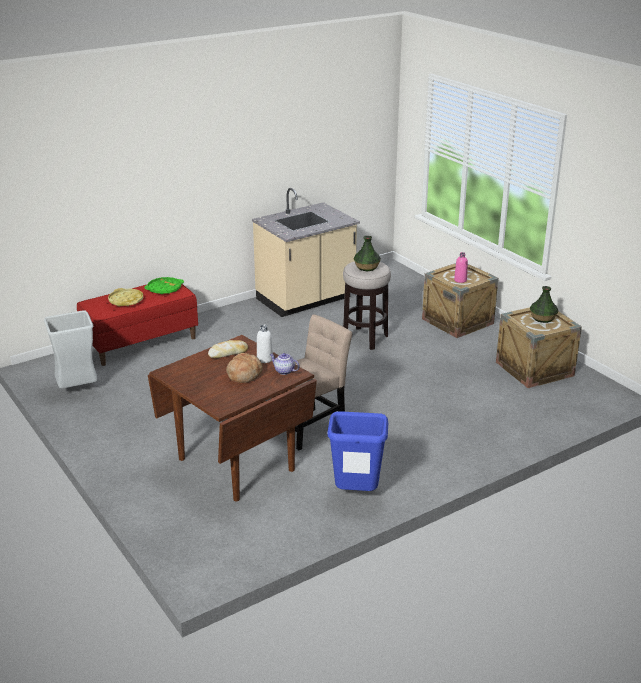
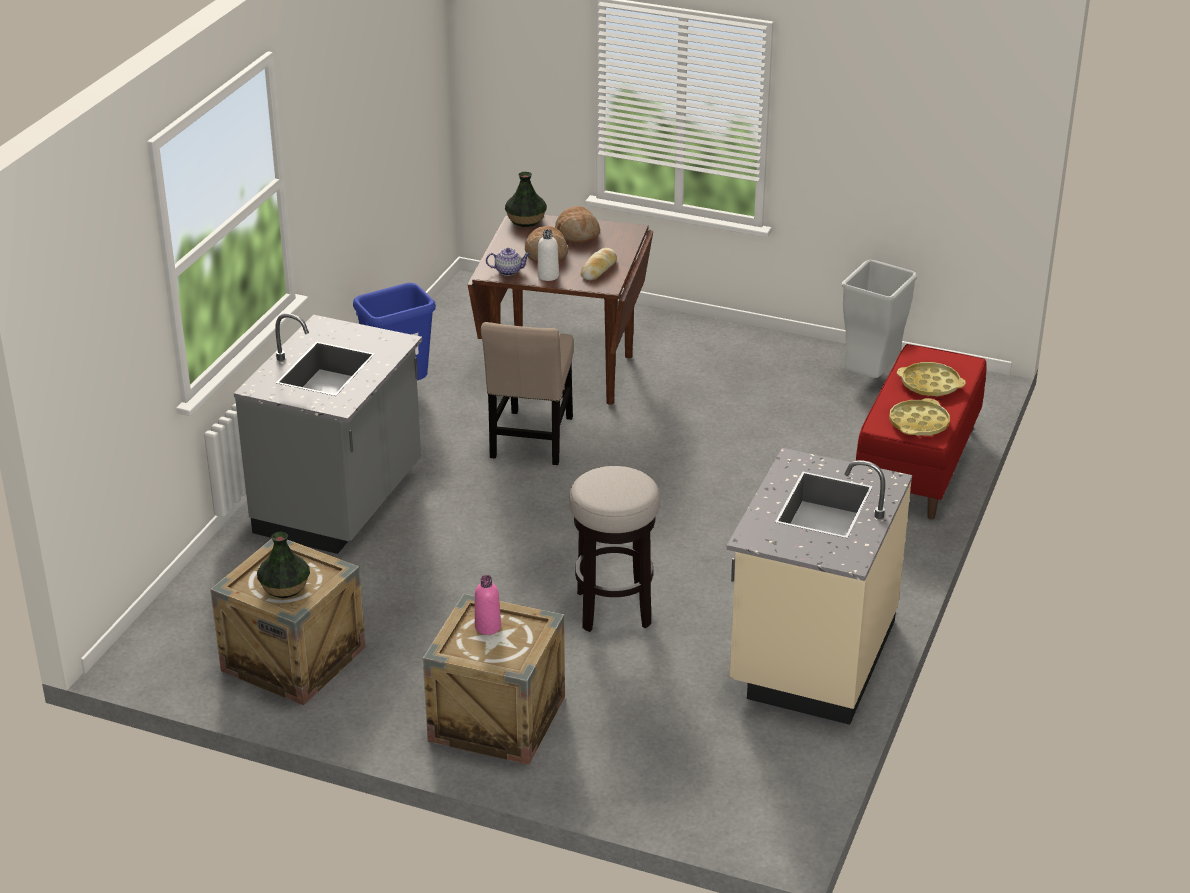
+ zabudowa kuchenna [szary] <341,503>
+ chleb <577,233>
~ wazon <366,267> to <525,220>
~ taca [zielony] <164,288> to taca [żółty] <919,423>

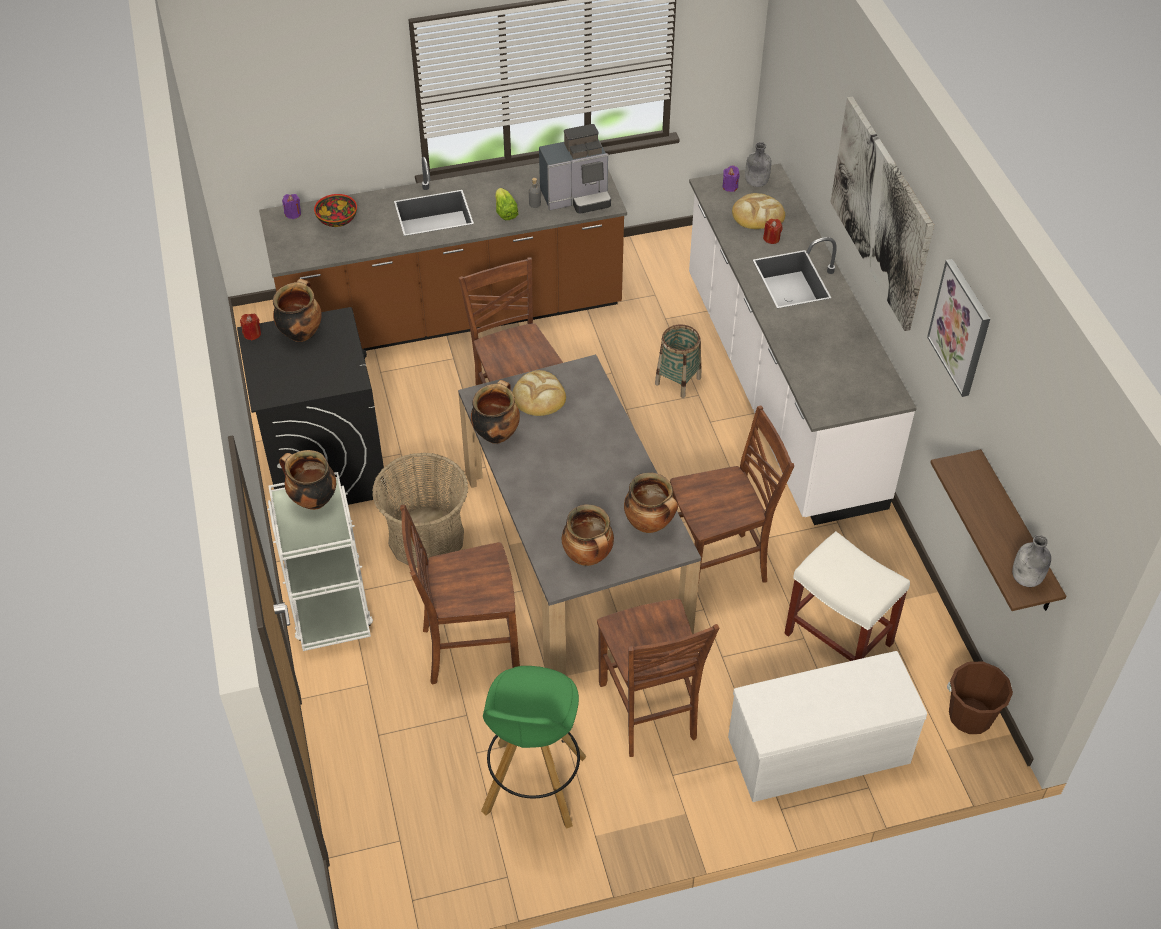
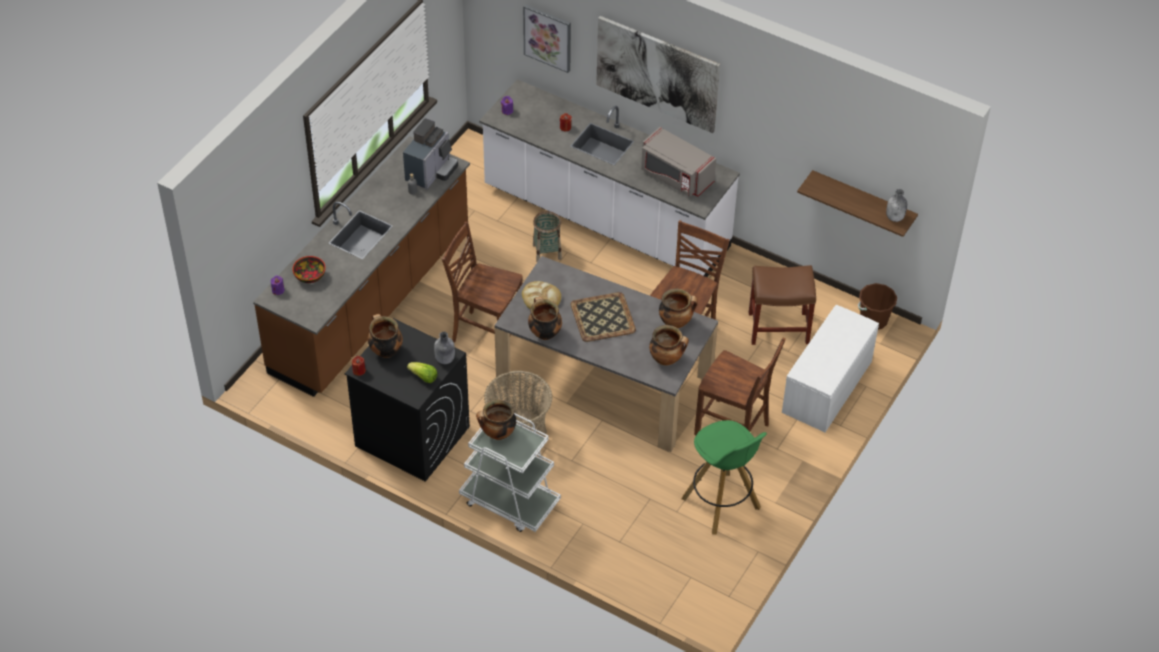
- krzesło [brązowy] <468,649>
- chleb <757,214>
+ taca <602,317>
+ mikrofalówka [szary] <675,176>
~ sałata <505,212> to <423,377>
~ butelka [szary] <756,183> to <445,359>
~ obraz <960,327> to <548,37>
~ stołek [biały] <837,638> to stołek [brązowy] <777,328>

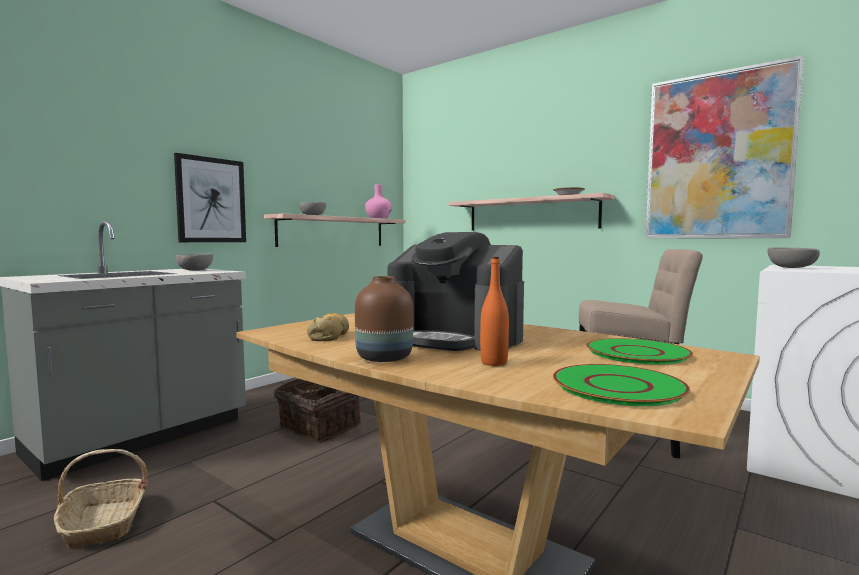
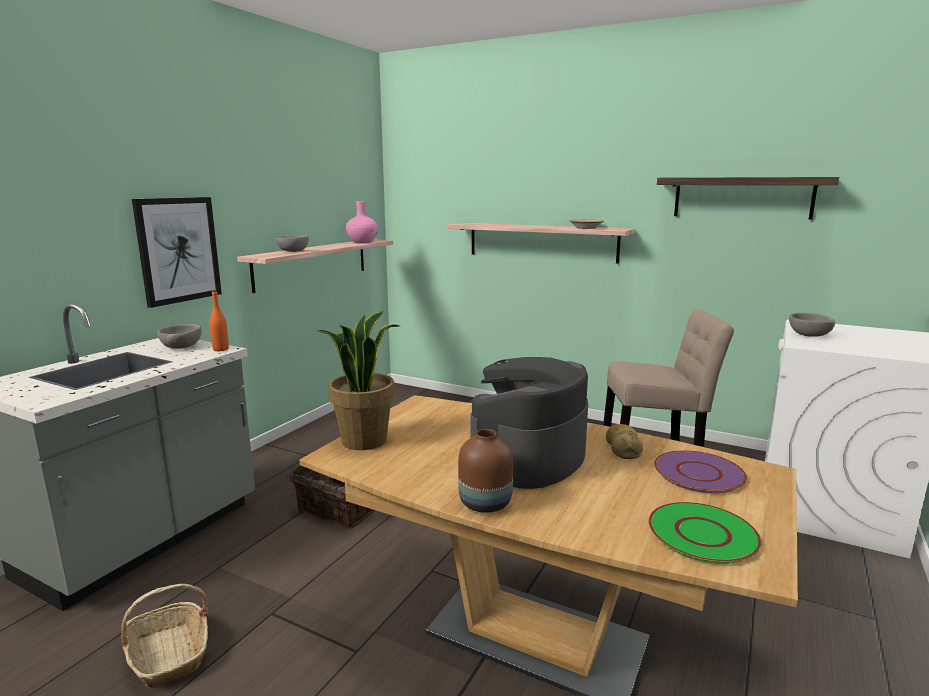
+ roślina doniczkowa <364,440>
~ chleb <329,336> to <623,448>
~ butelka [pomarańczowy] <494,363> to <221,349>
~ obraz <717,156> to półka <742,197>
~ talerz [zielony] <637,353> to talerz [fioletowy] <699,473>
~ ekspres do kawy <455,338> = <529,457> 105 degrees clockwise

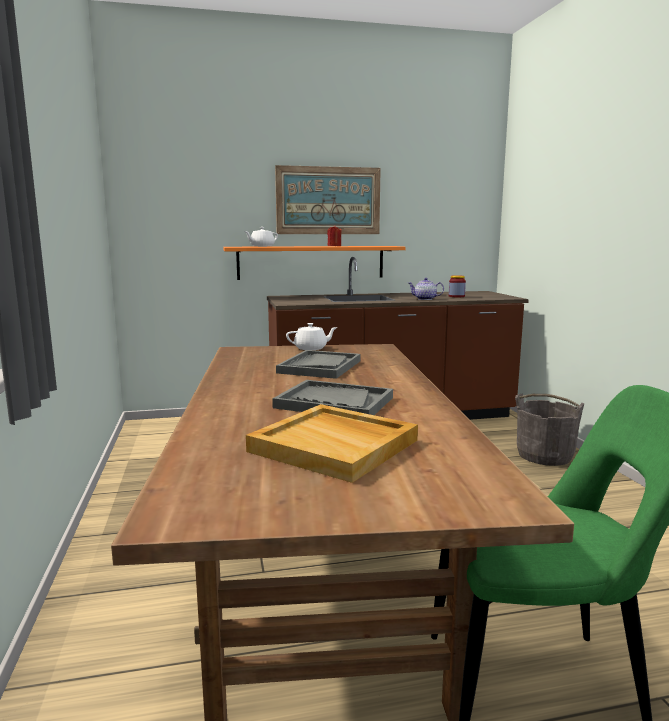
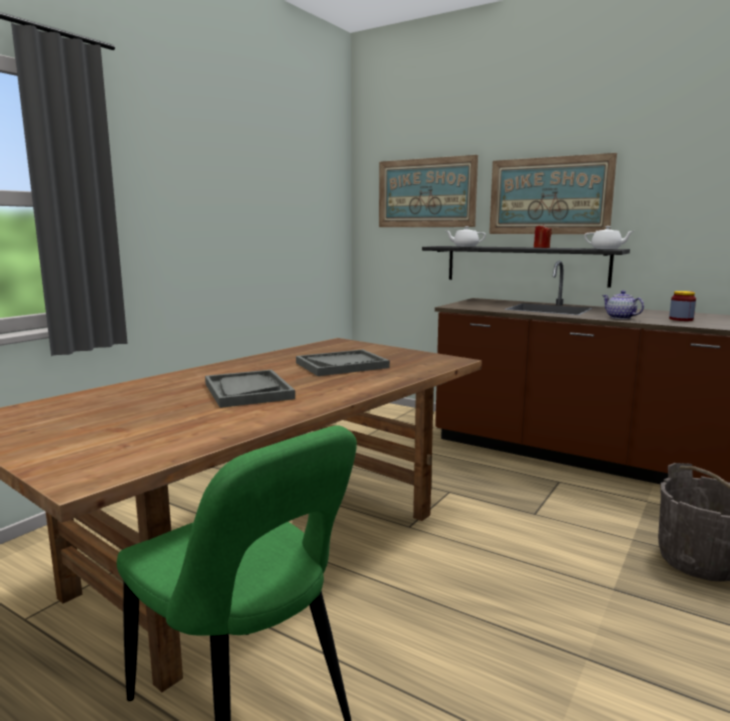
- taca [beżowy] <335,446>
+ obraz <426,193>
~ imbryk [biały] <311,348> to <606,249>
~ półka [pomarańczowy] <311,262> to półka [czarny] <525,265>

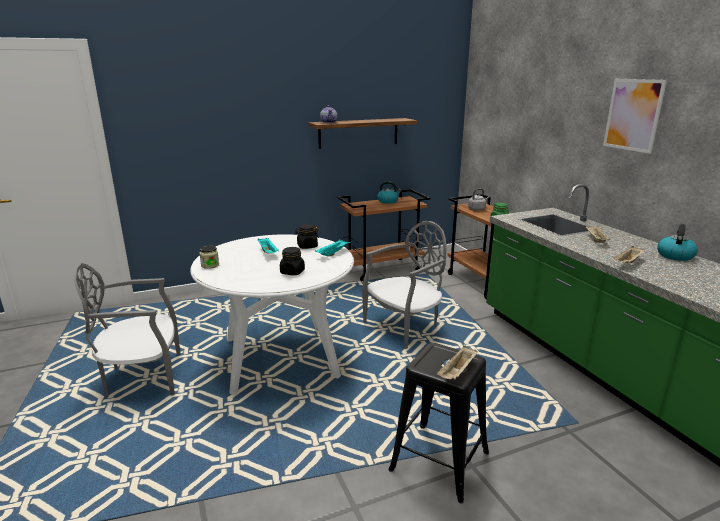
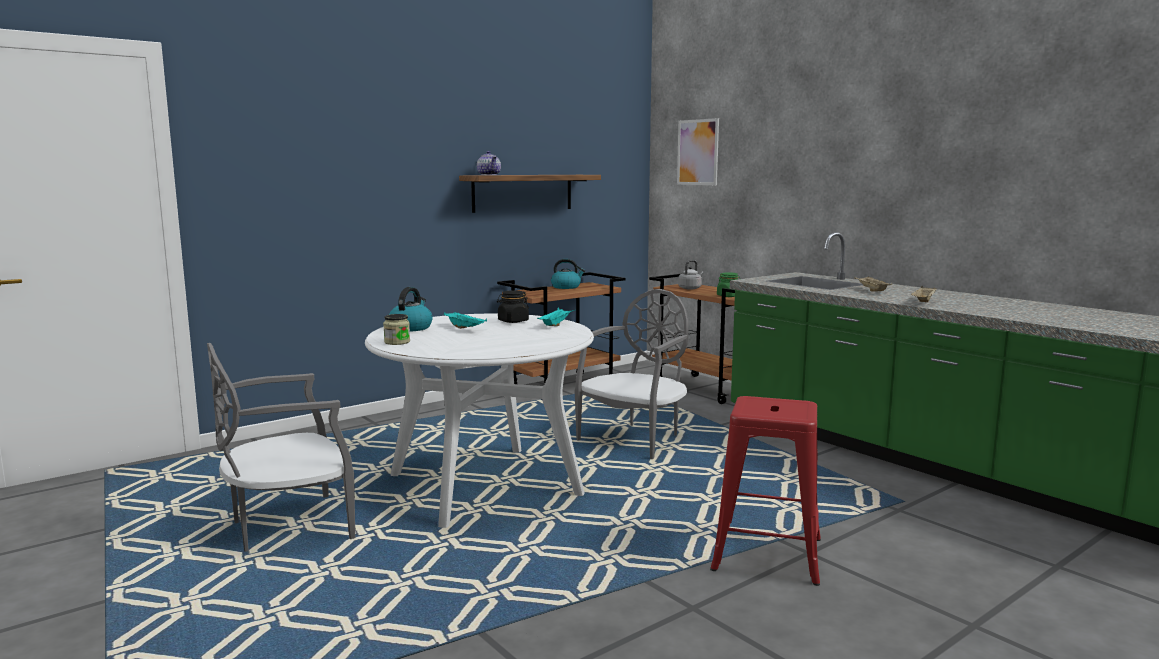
- słoik [czarny] <292,272>
- taca [beżowy] <457,372>
~ obraz <633,115> to <697,152>
~ czajnik <675,255> to <411,328>
~ stołek [czarny] <439,461> to stołek [czerwony] <767,554>

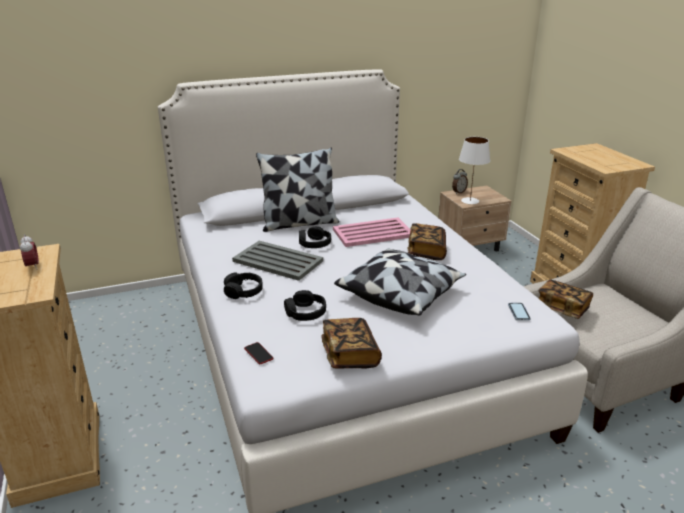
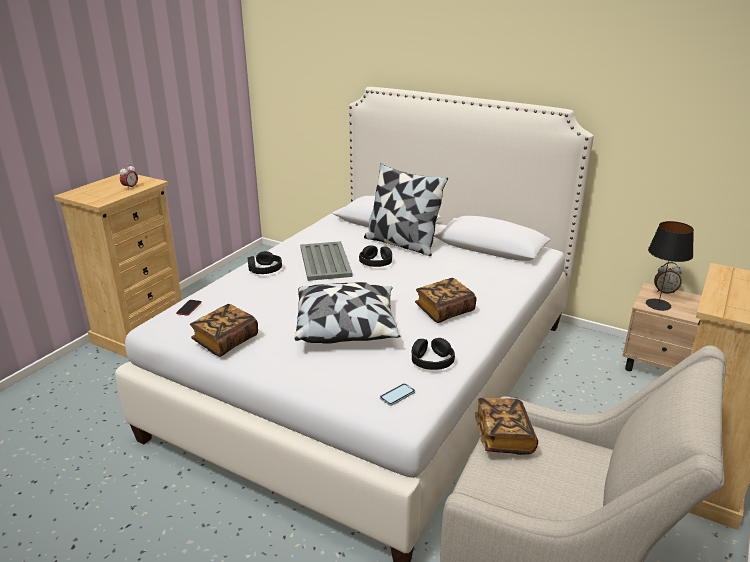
- taca [różowy] <373,233>
~ słuchawki [czarny] <305,313> to <432,361>
~ lampa stołowa [biały] <469,201> to lampa stołowa [czarny] <657,304>

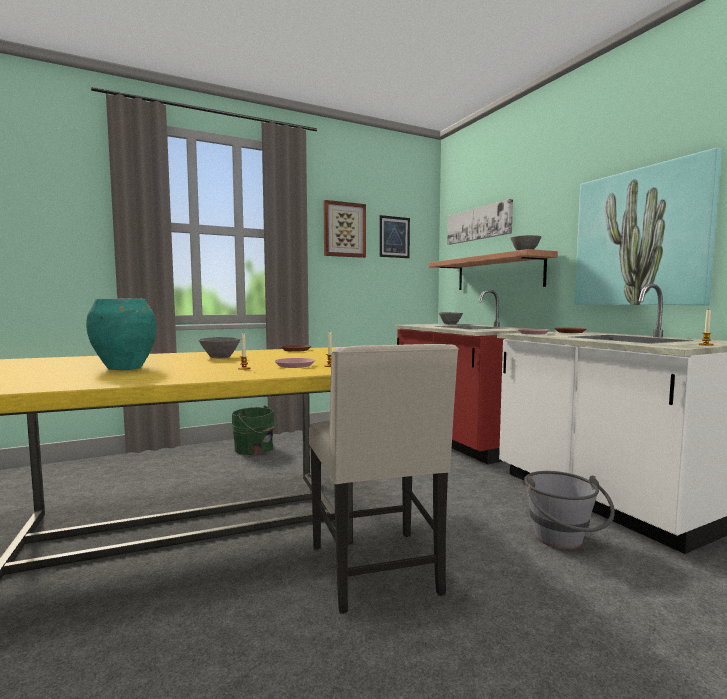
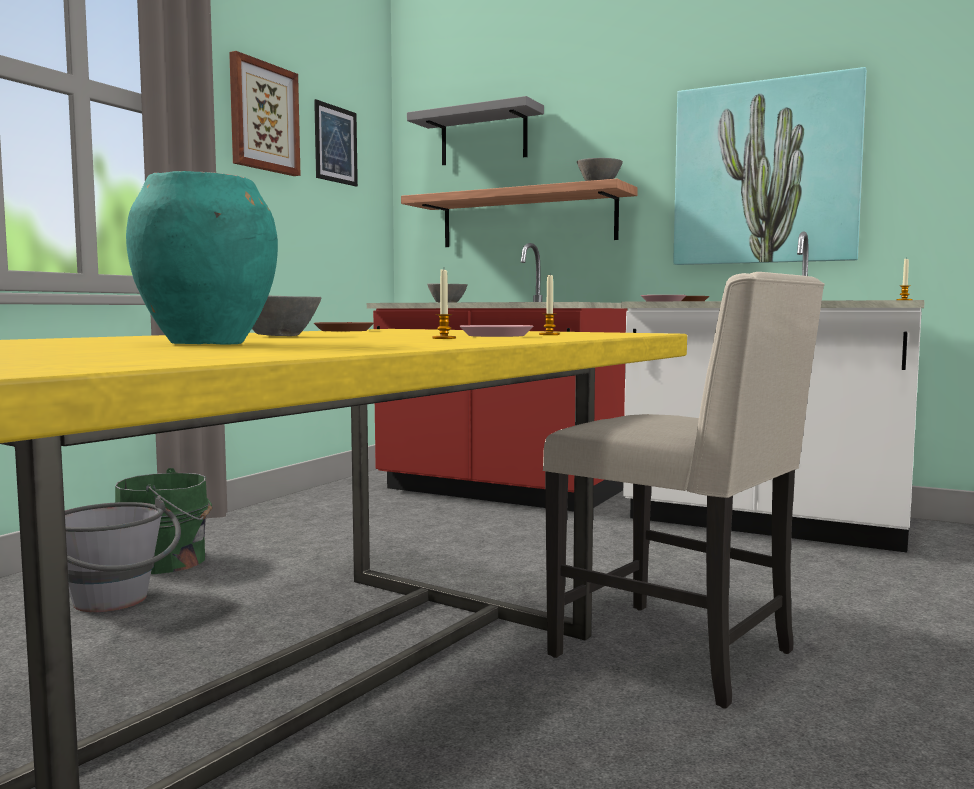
~ wiadro [szary] <563,543> to <115,604>
~ obraz <478,224> to półka [szary] <483,137>

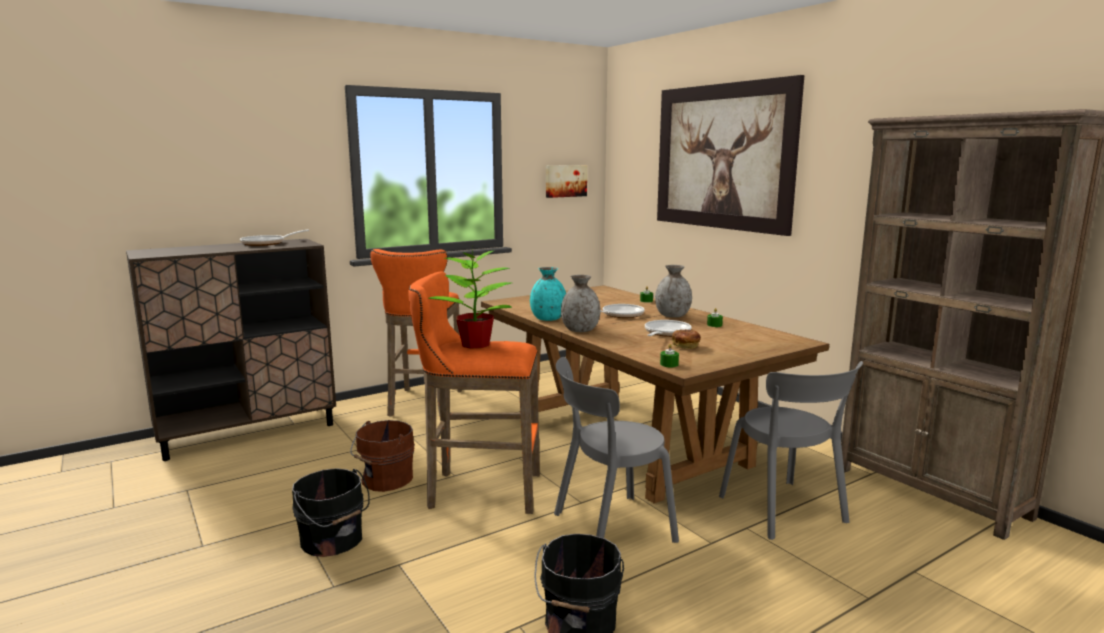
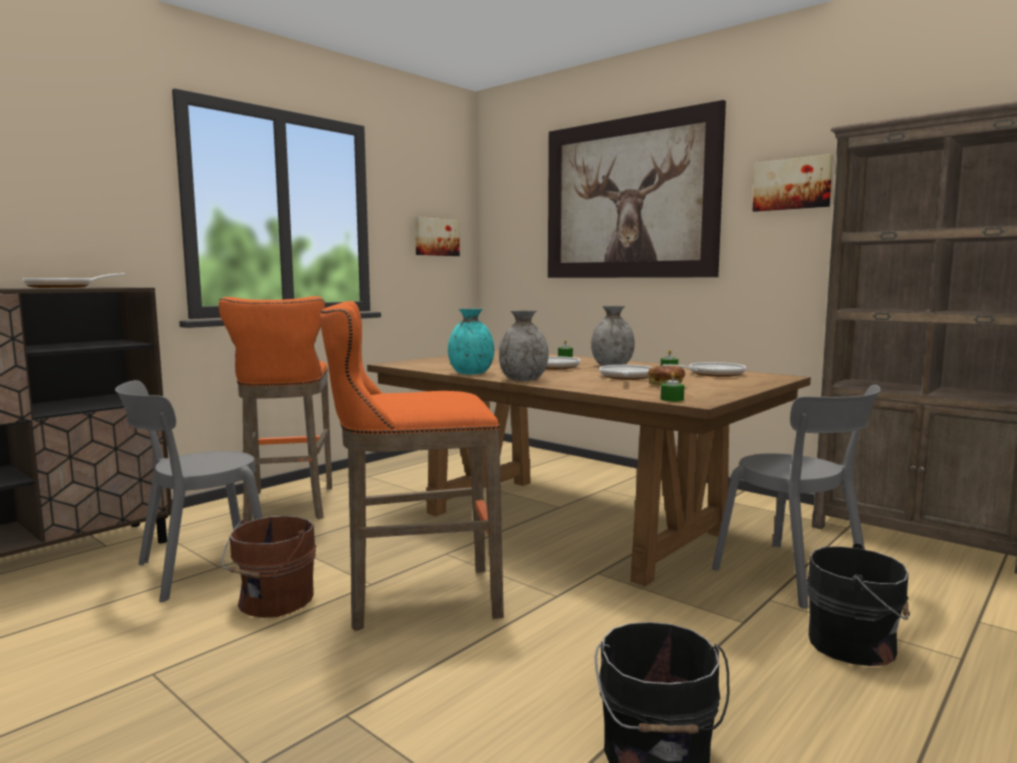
- roślina doniczkowa <476,344>
+ patelnia <712,374>
+ obraz <792,184>
~ wiadro [czarny] <333,541> to <856,645>
~ krzesło [szary] <608,528> to <197,569>

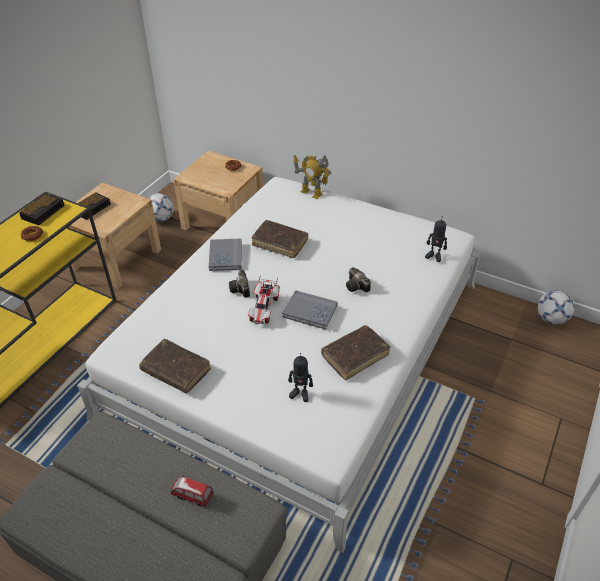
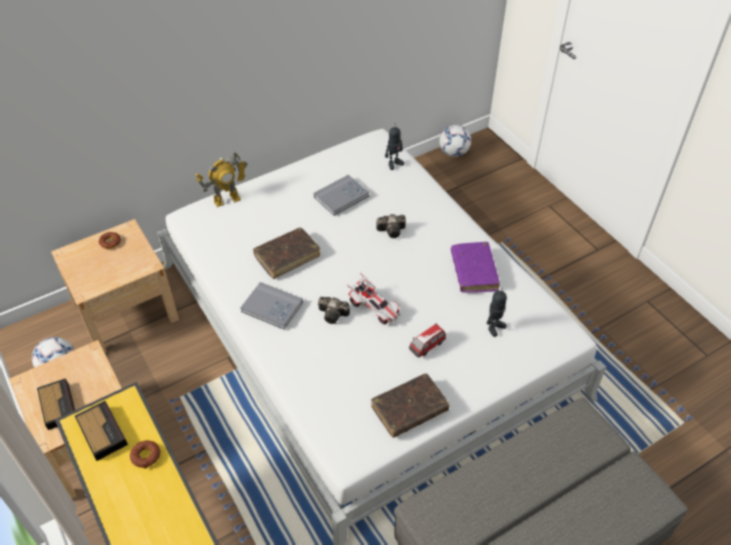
~ samochodzik <192,495> to <427,346>
~ książka [szary] <310,311> to <341,197>
~ książka [brązowy] <355,356> to książka [fioletowy] <474,272>

